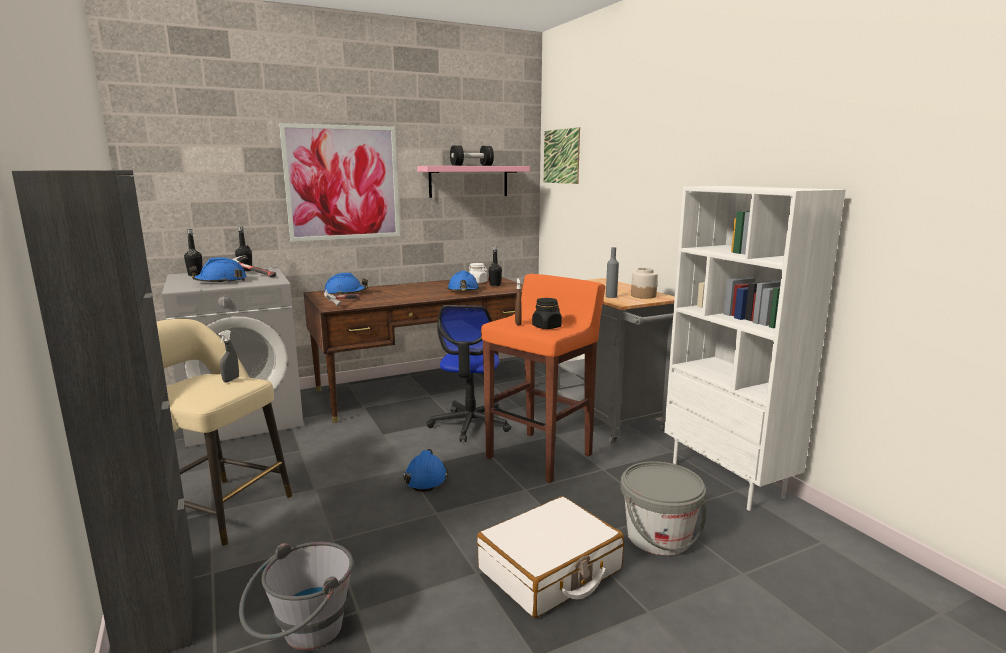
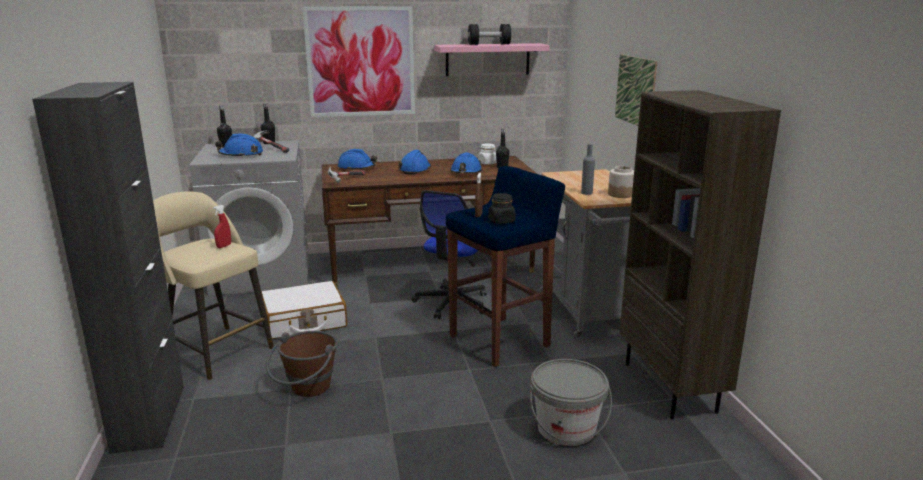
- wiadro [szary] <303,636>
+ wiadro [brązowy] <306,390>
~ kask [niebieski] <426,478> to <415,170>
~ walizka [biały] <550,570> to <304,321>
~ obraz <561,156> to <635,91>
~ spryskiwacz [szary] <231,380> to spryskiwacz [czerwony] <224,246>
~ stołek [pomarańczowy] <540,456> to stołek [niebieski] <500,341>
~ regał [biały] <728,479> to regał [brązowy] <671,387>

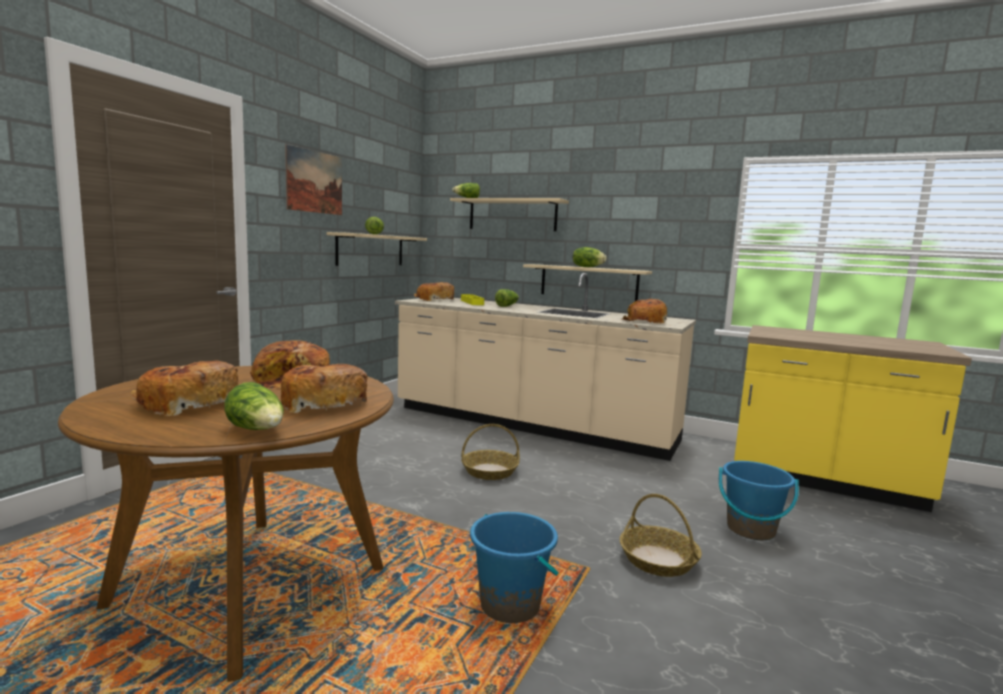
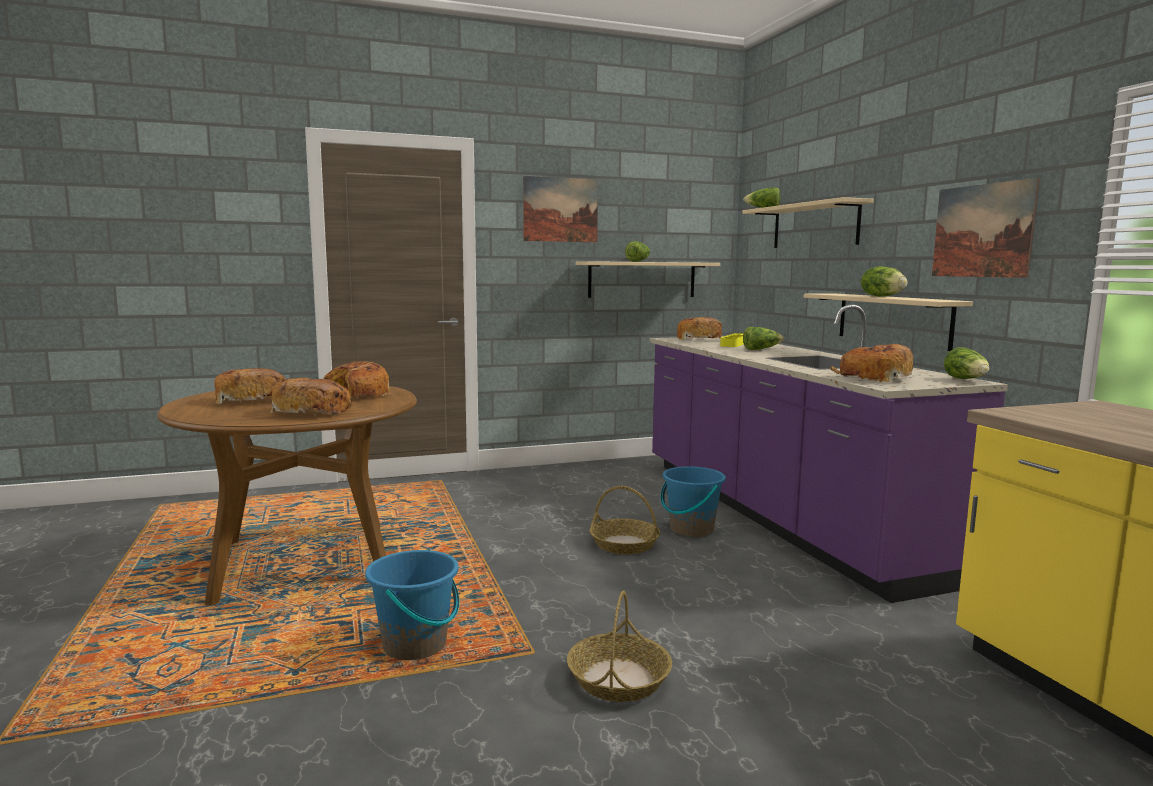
+ obraz <982,231>
~ sałata <258,430> to <967,380>
~ wiadro [niebieski] <750,530> to <691,530>
~ zabudowa kuchenna [beżowy] <532,425> to zabudowa kuchenna [fioletowy] <777,514>

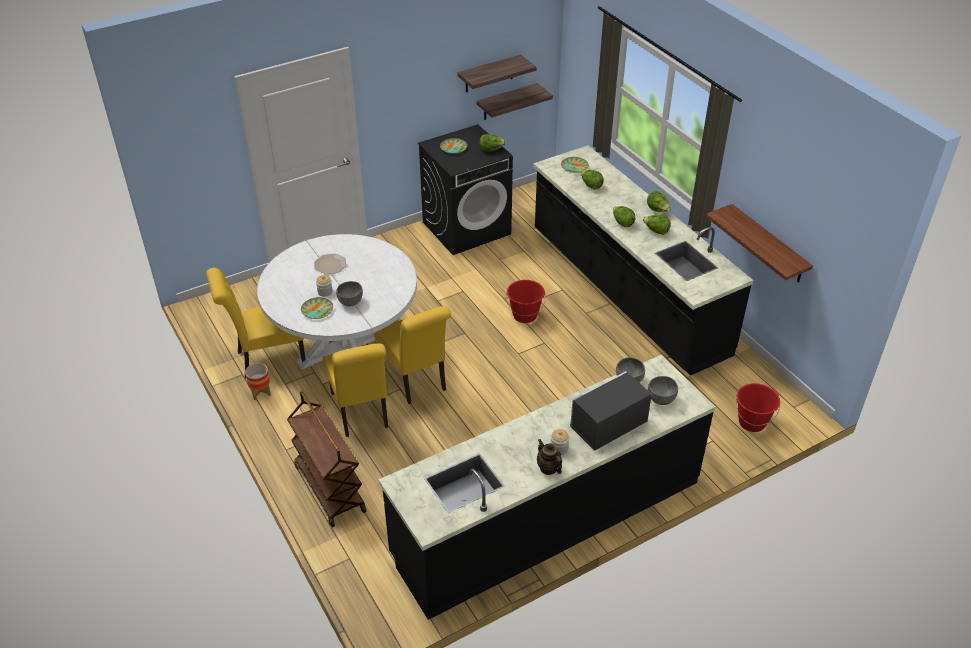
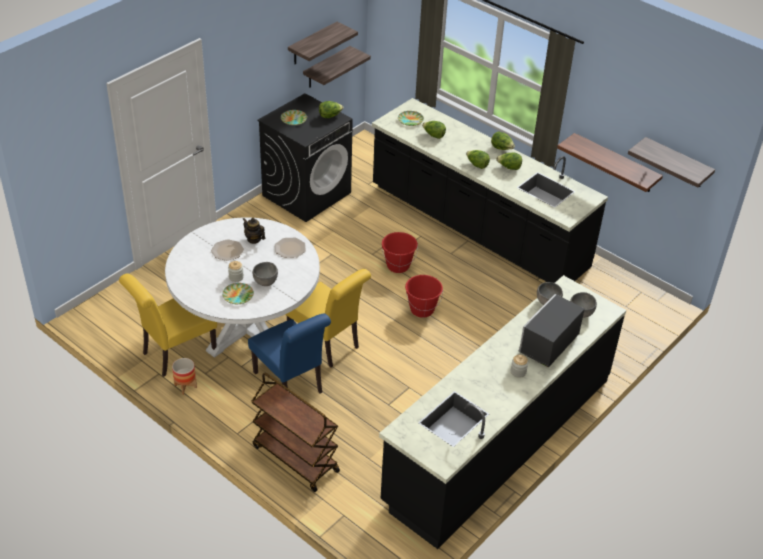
+ talerz <290,248>
+ półka <677,163>
~ imbryk <548,468> to <254,239>
~ wiadro [czerwony] <752,422> to <422,309>
~ krzesło [żółty] <361,413> to krzesło [niebieski] <291,385>

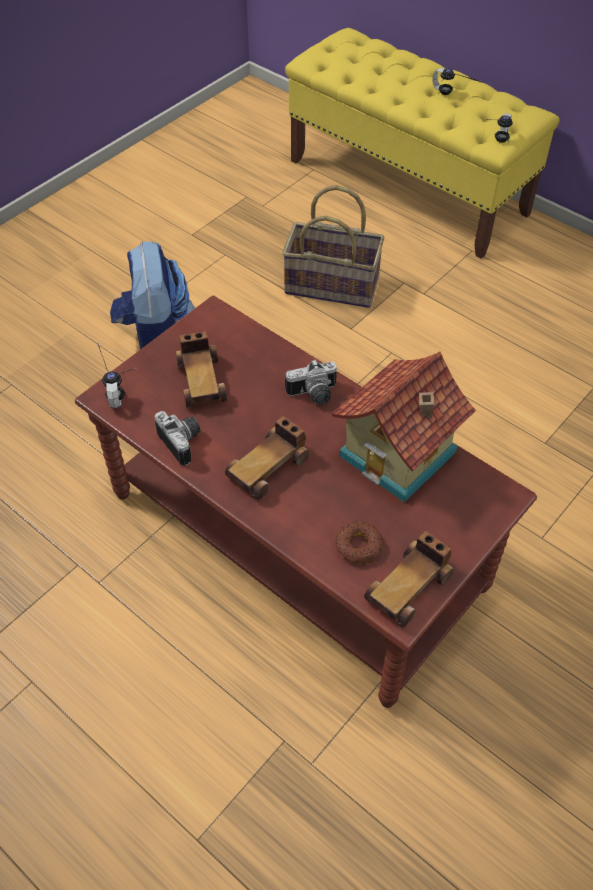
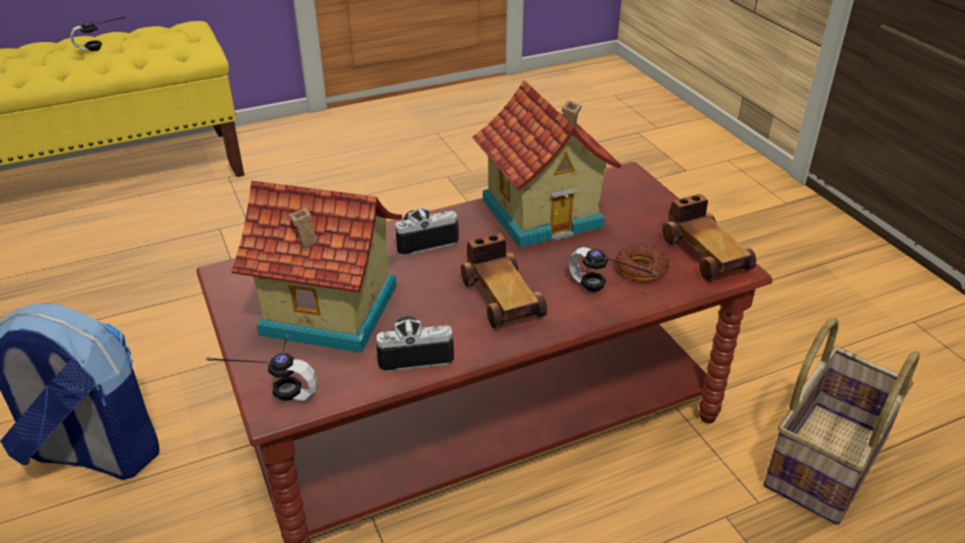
~ koszyk <332,284> to <824,460>
~ słuchawki <494,144> to <601,297>
~ samochodzik <201,381> to domek <329,312>
~ aparat fotograficzny <313,395> = <423,239> 120 degrees counterclockwise

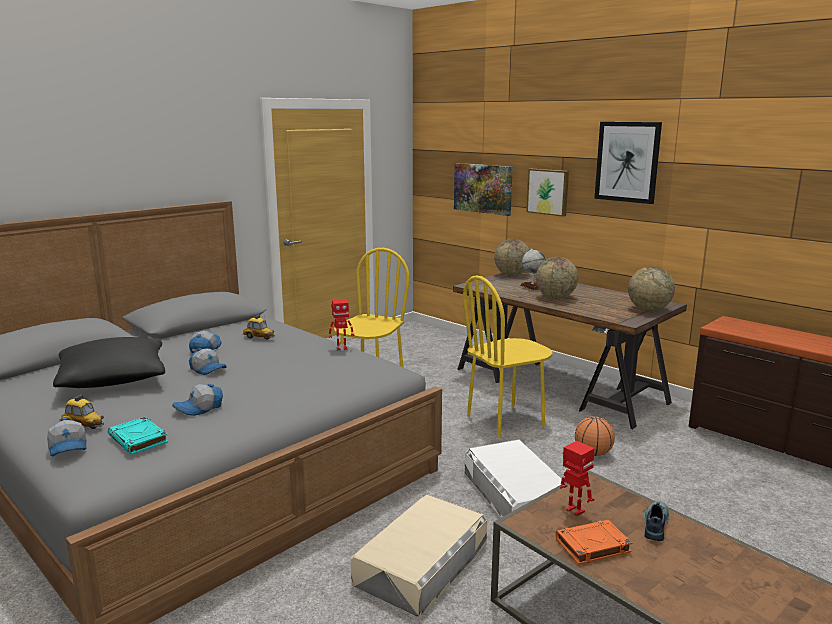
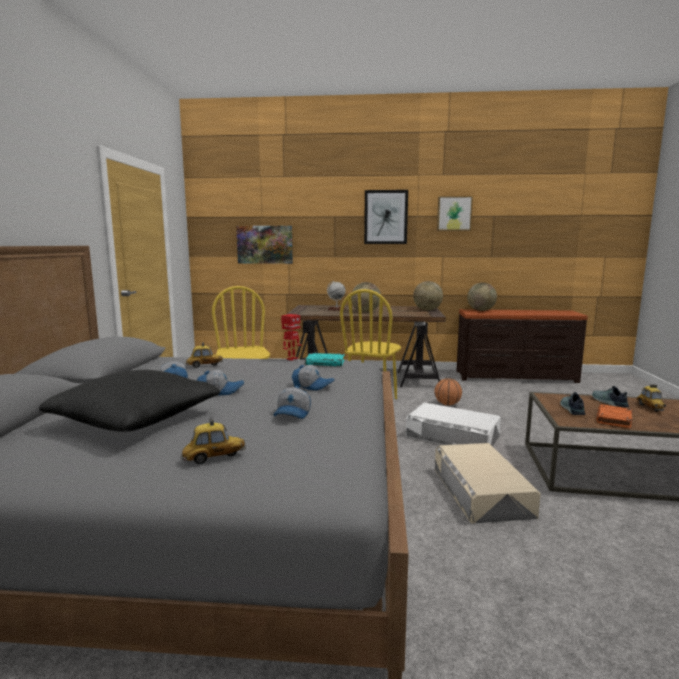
+ samochodzik <650,407>
~ czapka z daszkiem <69,447> to <312,386>
~ książka [turkusowy] <139,440> to <325,363>
~ globus <512,275> to <481,310>
~ obraz <548,191> to <454,213>
~ robot zabawkowy <574,511> to but <571,409>

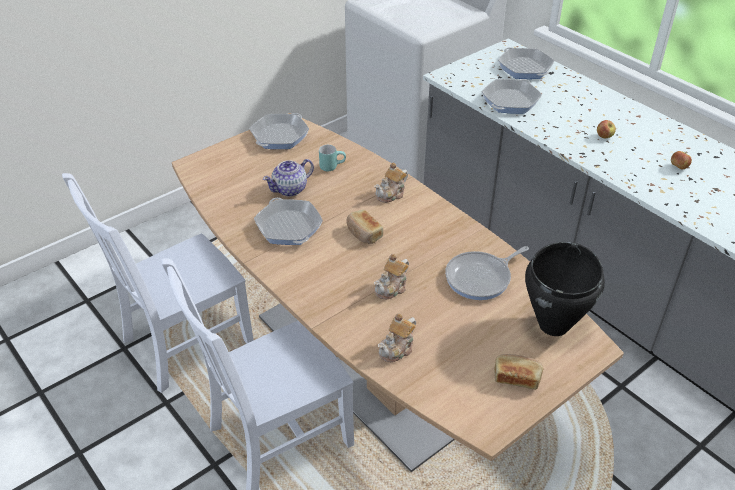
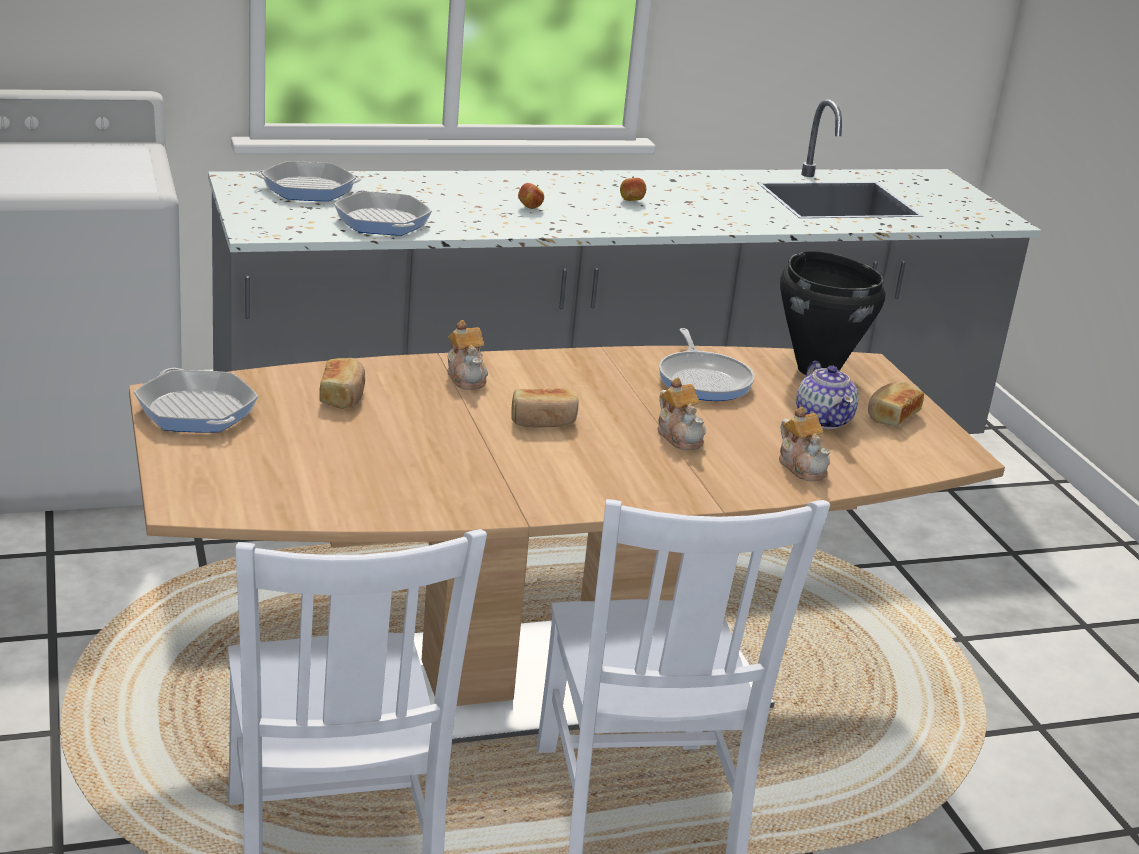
- patelnia <289,227>
~ imbryk <290,189> to <824,419>
~ kubek [turkusowy] <332,166> to chleb <343,396>

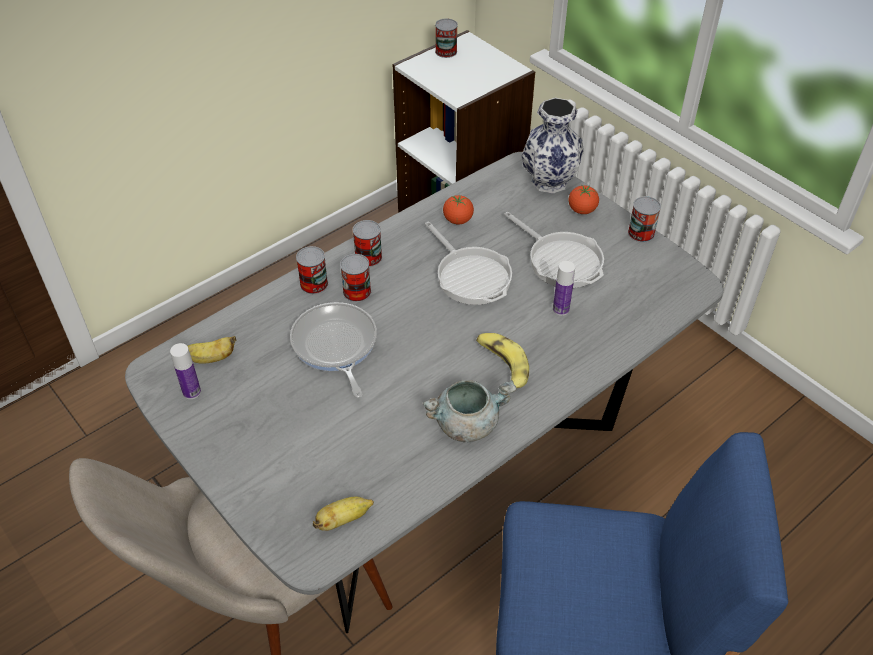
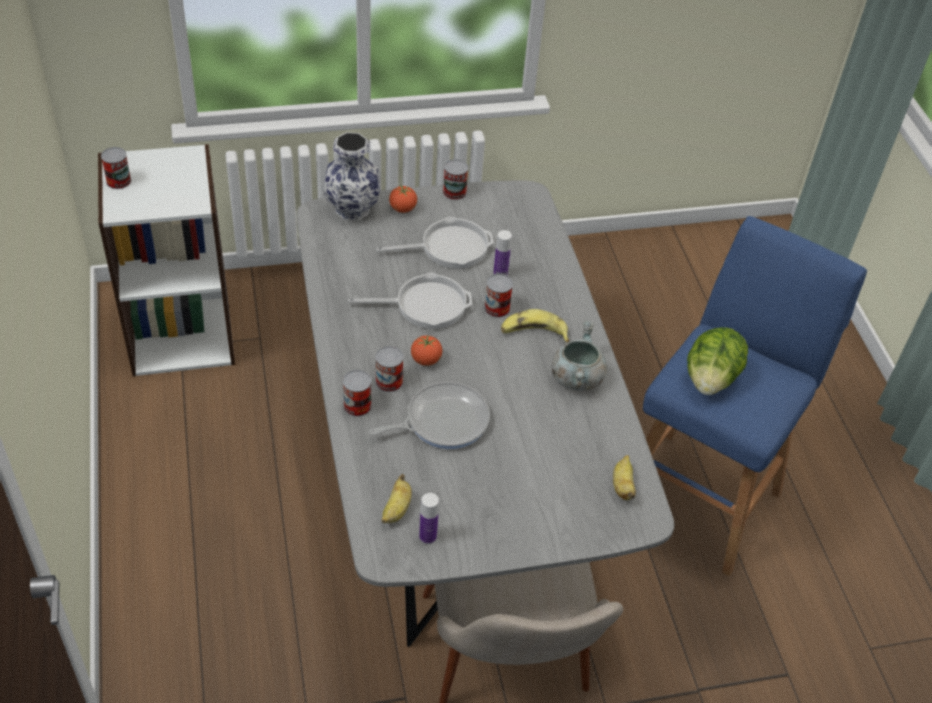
+ sałata <710,379>
~ puszka <368,257> to <497,308>
~ pomidor <458,220> to <426,360>
~ patelnia <335,346> = <442,421> 150 degrees clockwise

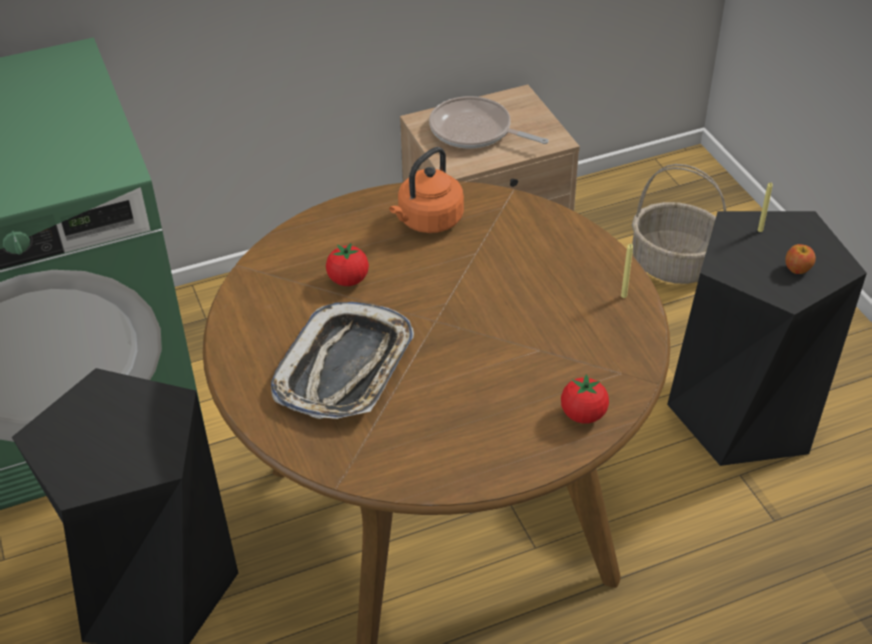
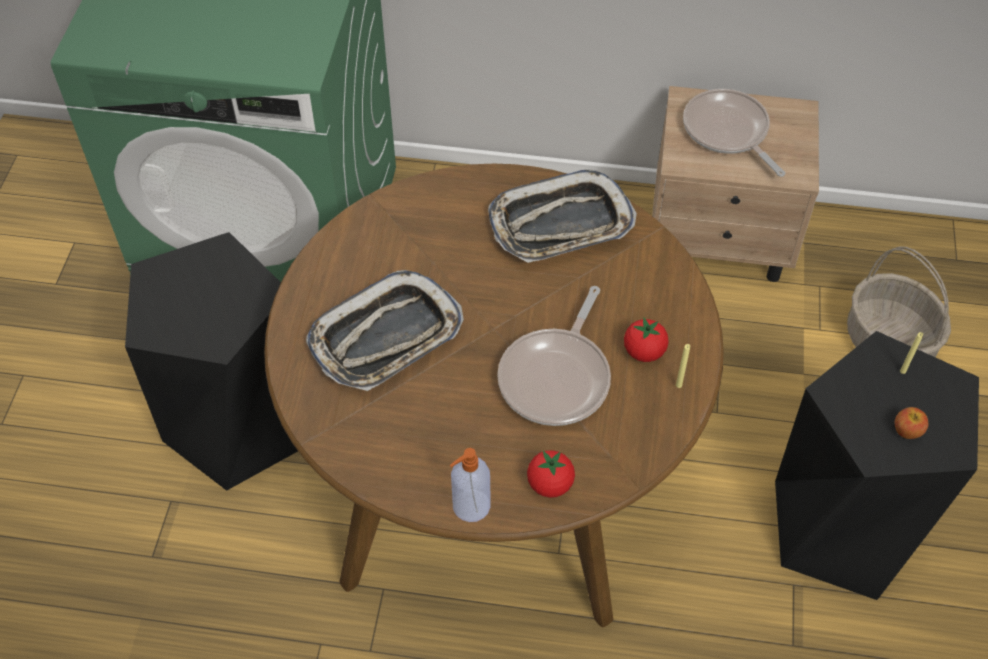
+ dozownik mydła <470,506>
+ patelnia <557,377>
~ pomidor <348,280> to <644,351>
~ czajnik [pomarańczowy] <428,221> to taca <560,225>

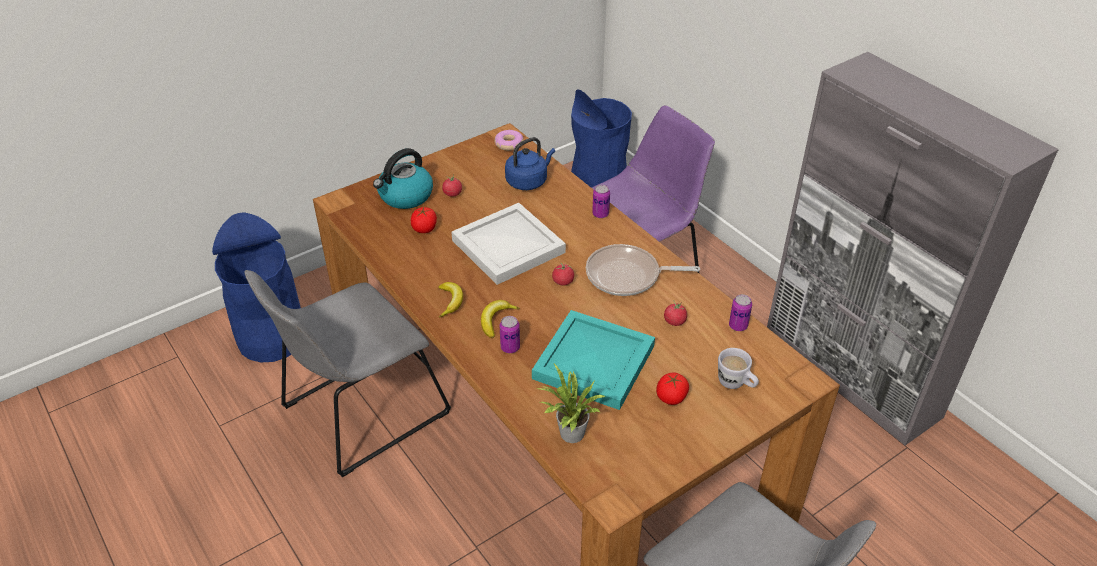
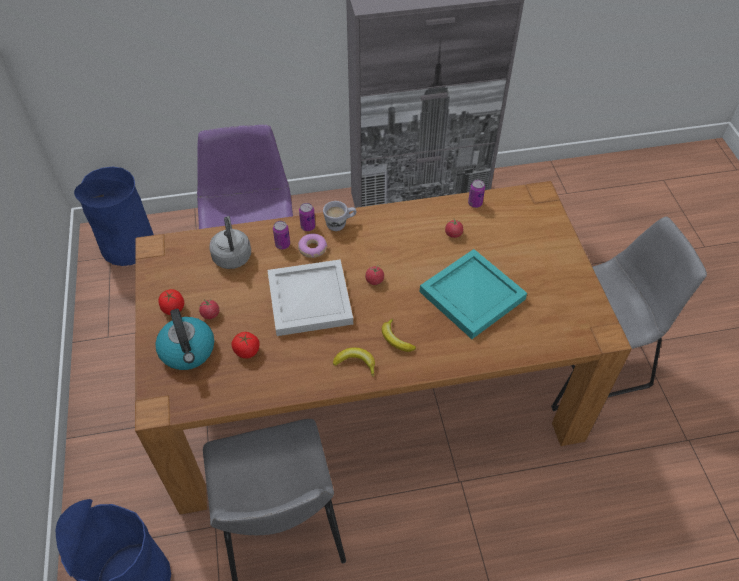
- roślina doniczkowa <569,435>
- patelnia <627,276>
~ donut <509,144> to <312,248>
~ puszka <510,347> to <282,244>
~ pomidor <671,397> to <173,308>
~ kubek [biały] <736,384> to <340,224>
~ czajnik [niebieski] <528,181> to czajnik [szary] <232,255>

